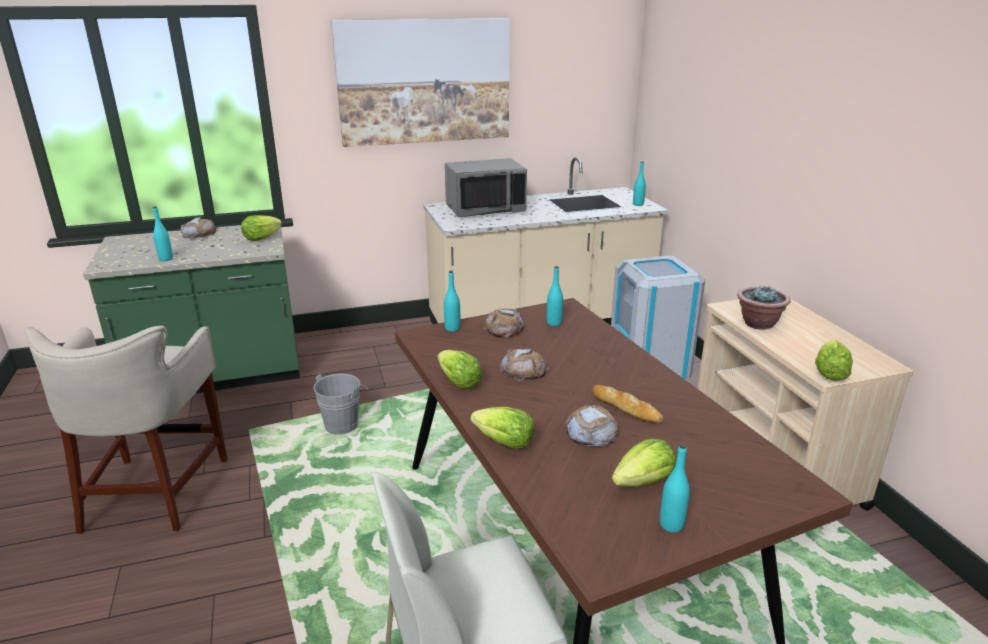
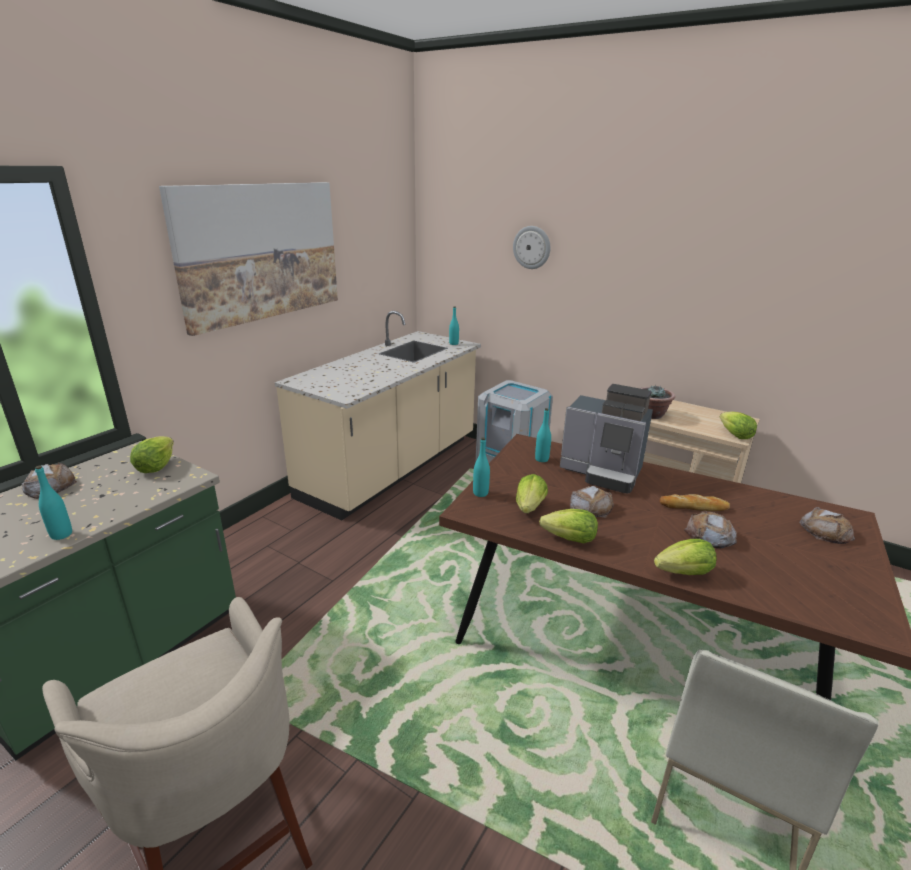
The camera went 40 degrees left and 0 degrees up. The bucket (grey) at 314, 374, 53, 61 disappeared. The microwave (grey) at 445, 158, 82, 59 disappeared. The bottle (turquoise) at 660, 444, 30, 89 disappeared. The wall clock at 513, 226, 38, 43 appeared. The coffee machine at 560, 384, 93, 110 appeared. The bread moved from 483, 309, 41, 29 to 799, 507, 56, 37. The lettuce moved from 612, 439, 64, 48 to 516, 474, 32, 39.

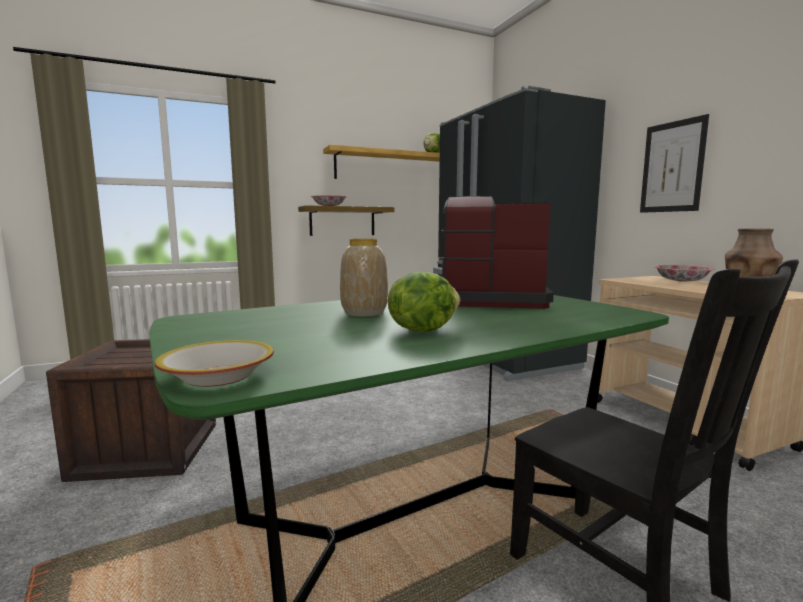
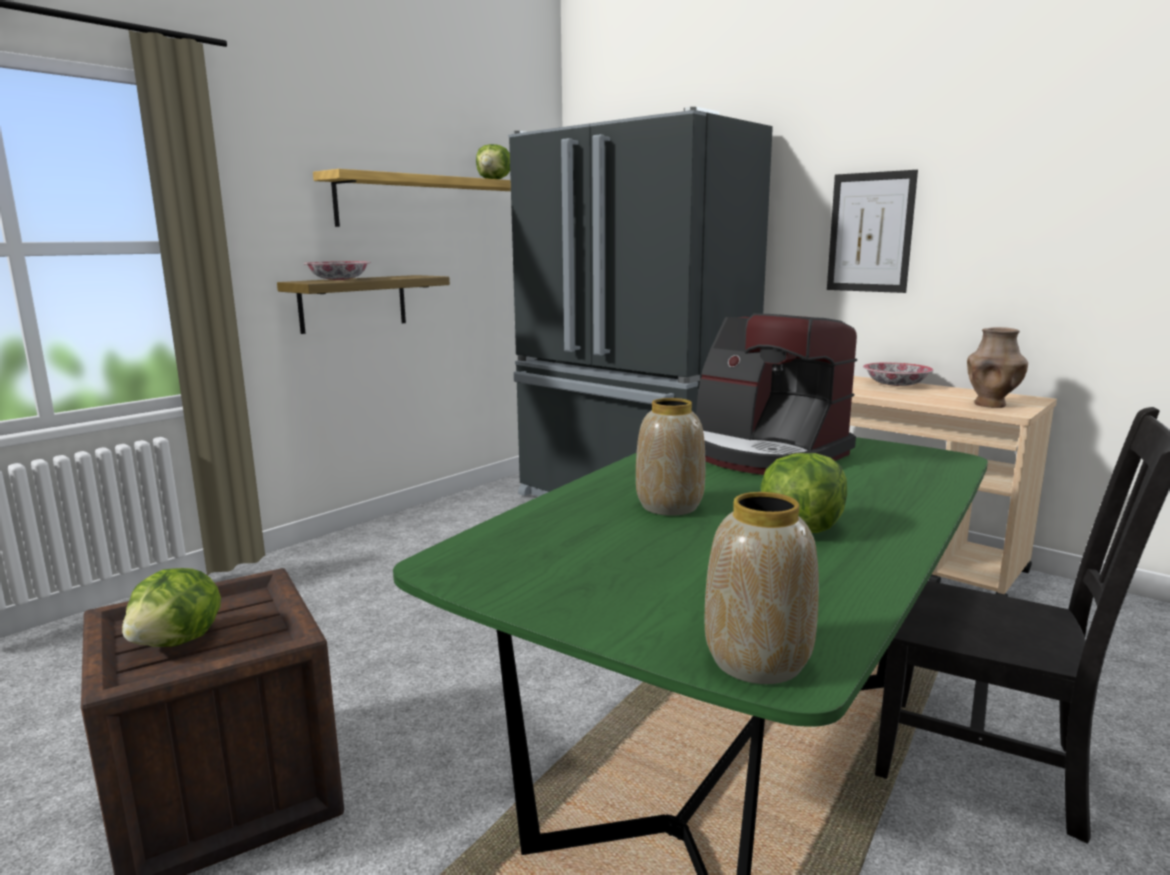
The camera went 25 degrees left and 5 degrees up. The lettuce at 122, 568, 99, 79 appeared. The bowl at 155, 340, 119, 47 was replaced by the vase at 705, 492, 114, 192. The coffee machine at 441, 196, 113, 113 turned 120 degrees counterclockwise.

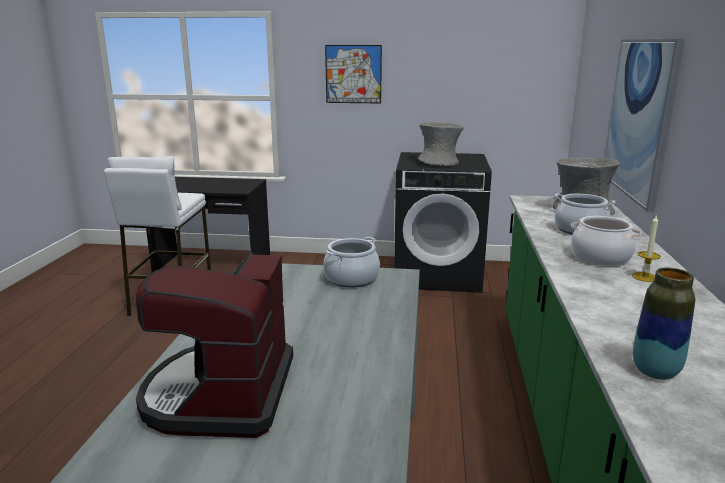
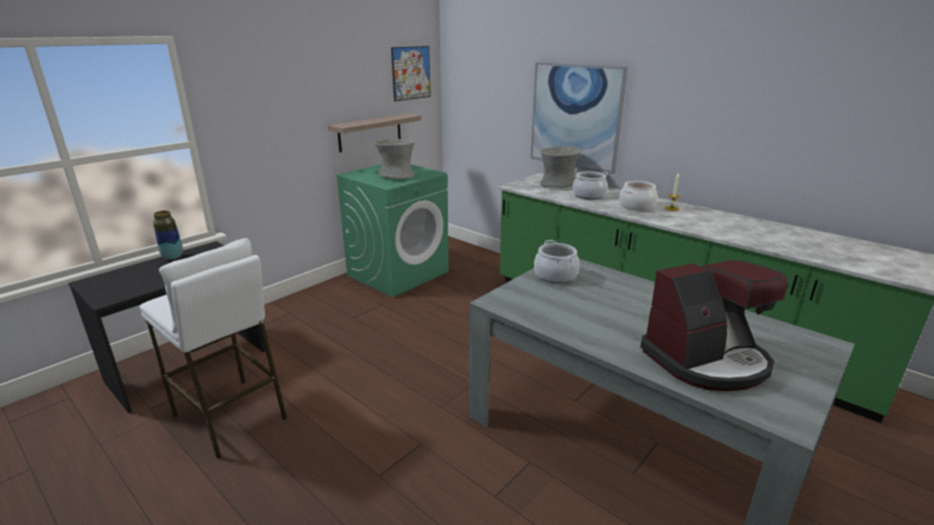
The camera went 55 degrees left and 5 degrees up. The shelf at 328, 114, 93, 38 appeared. The picture moved from 325, 45, 57, 58 to 391, 46, 40, 55. The vase moved from 633, 268, 62, 112 to 153, 211, 30, 49. The washing machine (black) at 394, 152, 98, 141 became the washing machine (green) at 335, 164, 114, 133. The coffee machine at 136, 253, 157, 185 turned 60 degrees counterclockwise.

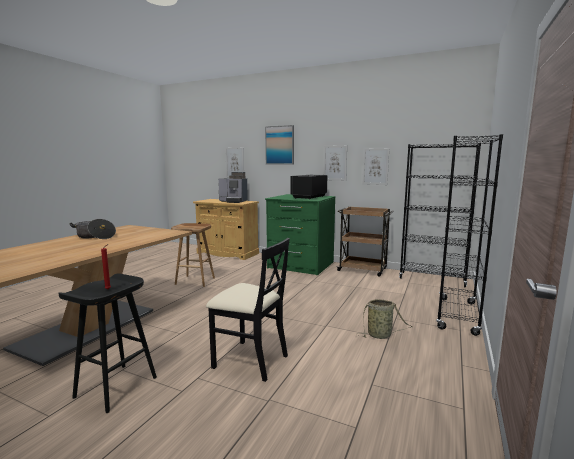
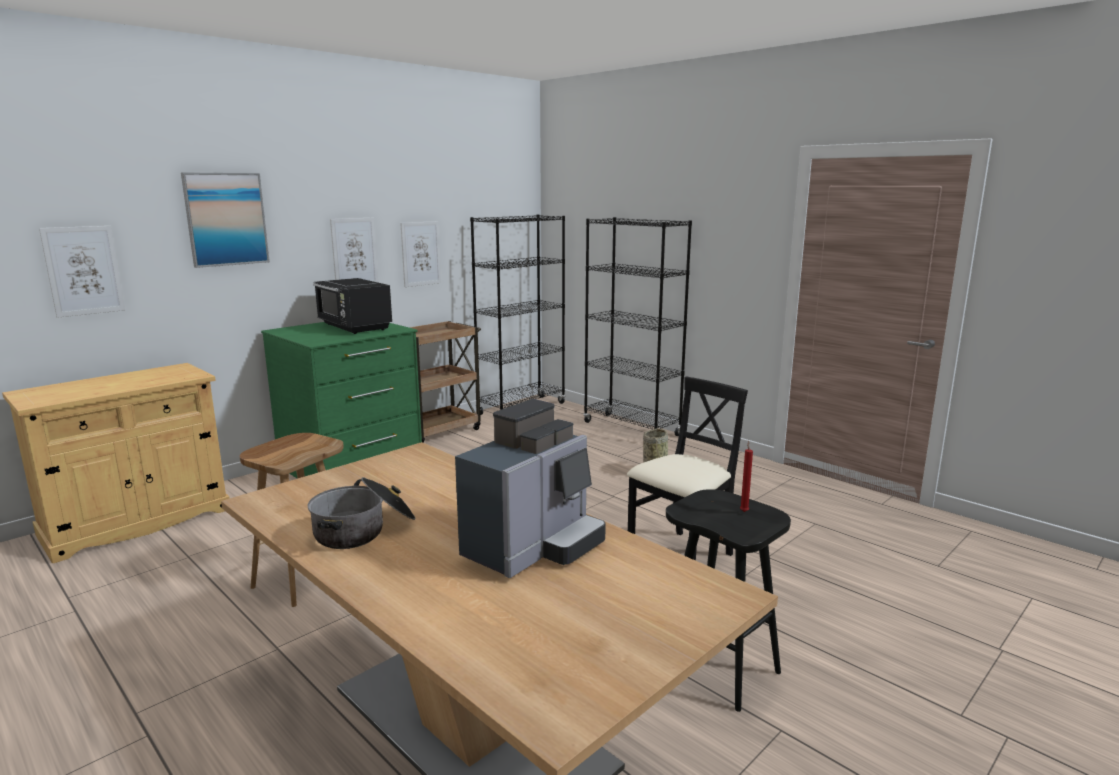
The camera went 70 degrees left and 5 degrees up. The coffee machine moved from 218, 172, 30, 31 to 455, 399, 151, 179.

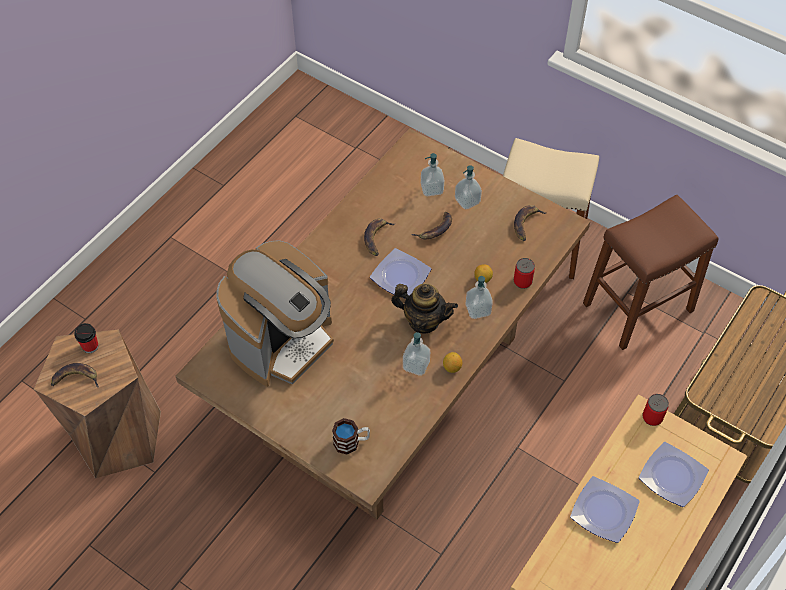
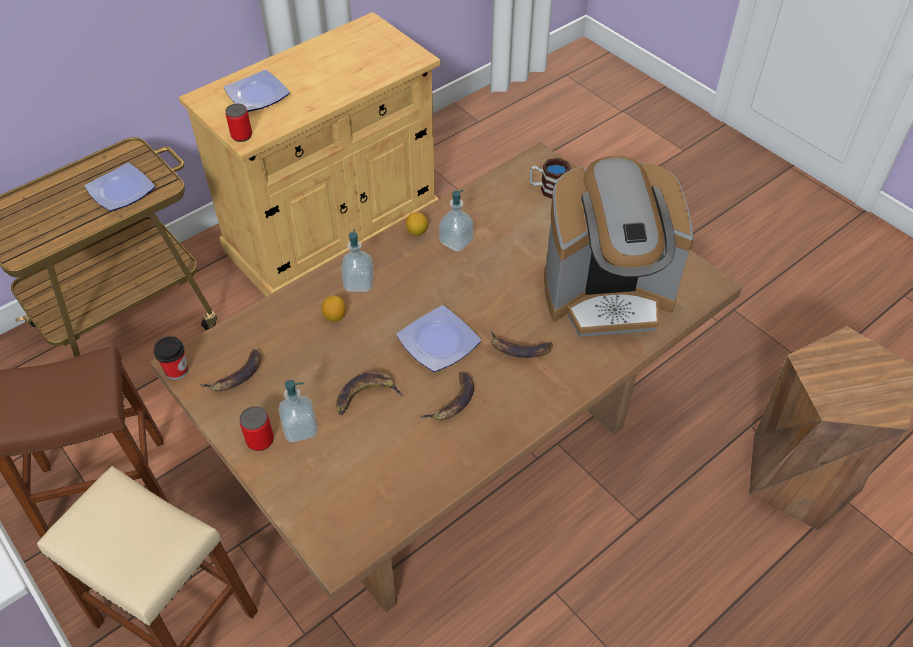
The camera went 165 degrees left and 5 degrees down. The teapot at 391, 284, 67, 49 disappeared. The soap dispenser at 421, 153, 23, 43 disappeared. The banana moved from 51, 363, 48, 25 to 491, 331, 62, 27. The cup moved from 74, 323, 25, 30 to 154, 336, 34, 44. The can moved from 514, 258, 21, 31 to 240, 406, 34, 45. The plate moved from 570, 476, 70, 67 to 85, 163, 70, 48. The coffee machine at 216, 240, 118, 147 turned 150 degrees counterclockwise.

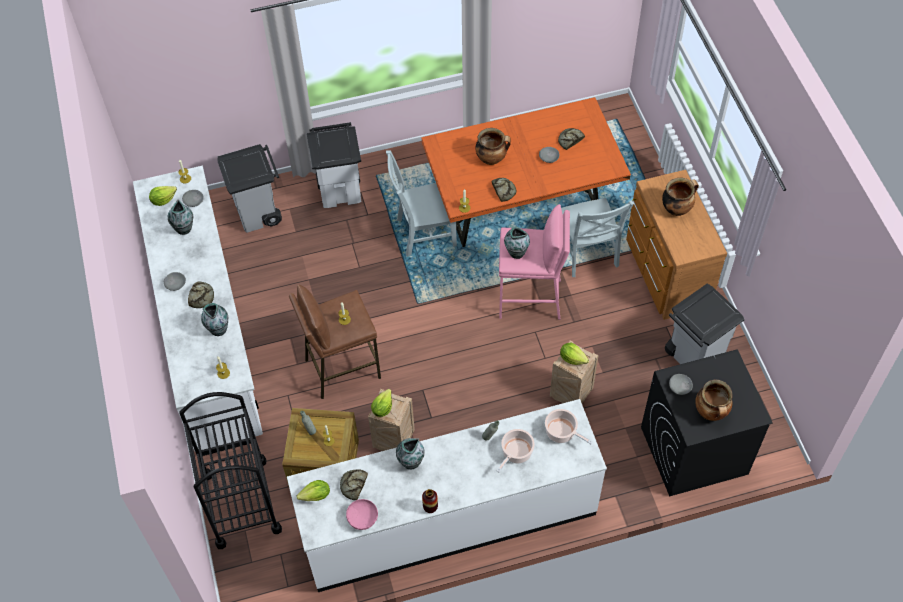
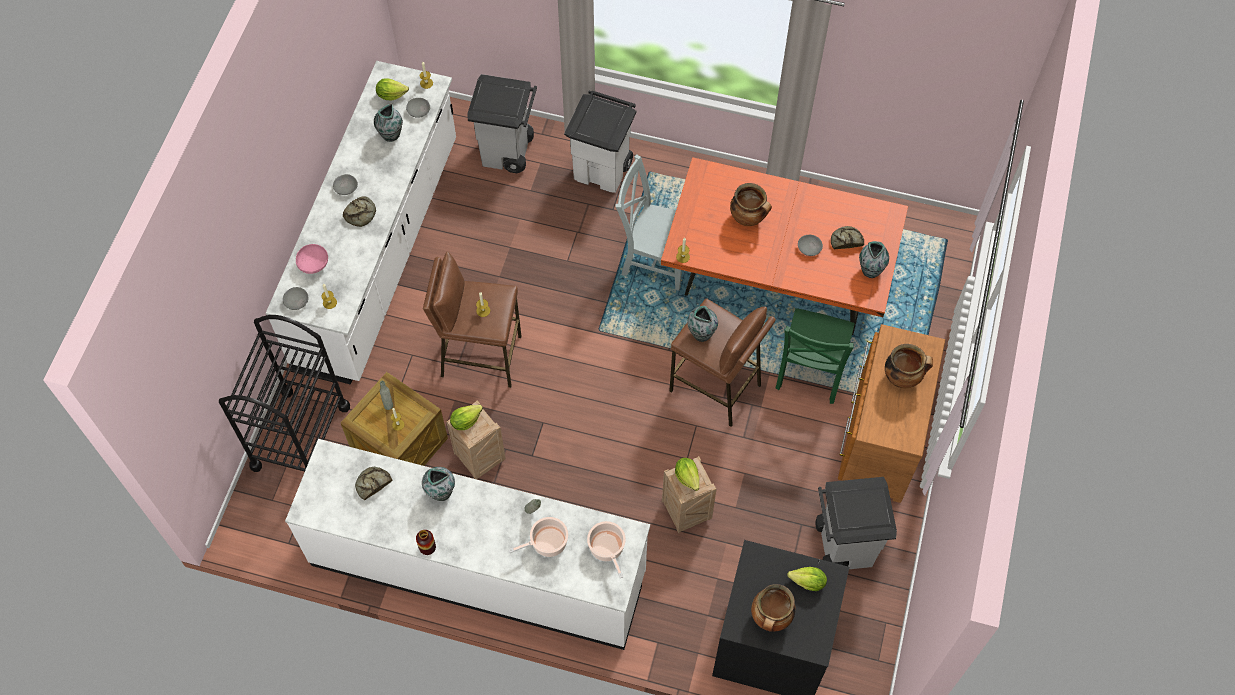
The camera went 30 degrees right and 5 degrees up. The bread at 491, 178, 25, 24 disappeared. The vase moved from 201, 303, 27, 33 to 859, 241, 30, 37. The lettuce moved from 296, 480, 34, 21 to 787, 567, 40, 24. The bowl (pink) moved from 346, 499, 32, 31 to 296, 244, 32, 30. The bowl (grey) moved from 669, 374, 24, 21 to 283, 287, 25, 23. The stool (pink) at 499, 204, 71, 116 became the stool (brown) at 669, 298, 107, 129. The chair (grey) at 561, 198, 73, 79 became the chair (green) at 775, 308, 80, 96.

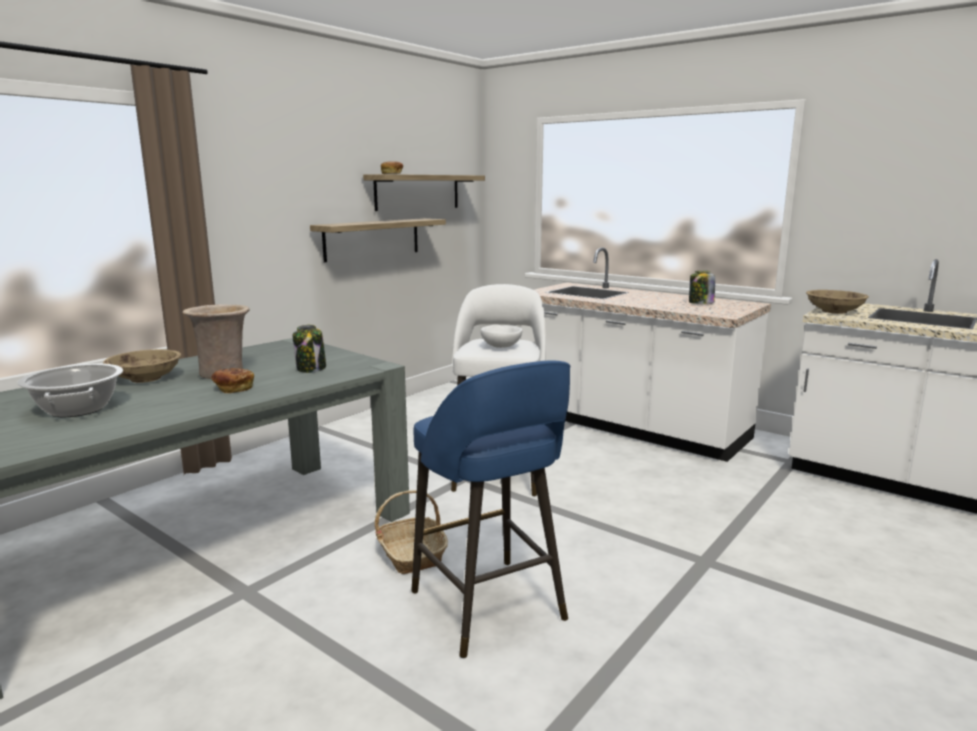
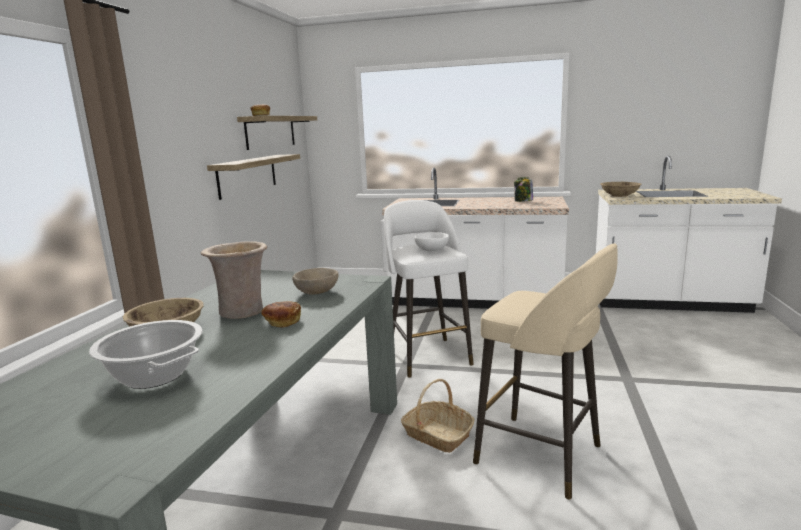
The camera went 25 degrees left and 0 degrees up. The jar at 293, 325, 33, 48 was replaced by the bowl (beige) at 292, 268, 46, 27. The stool (blue) at 411, 360, 159, 298 became the stool (beige) at 473, 243, 145, 257.

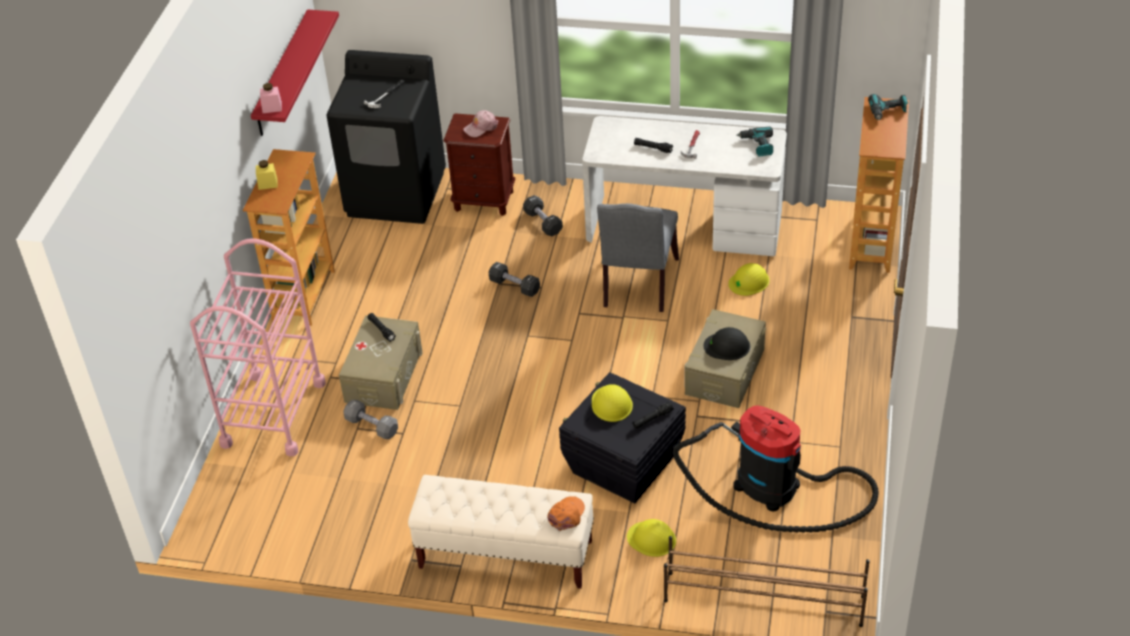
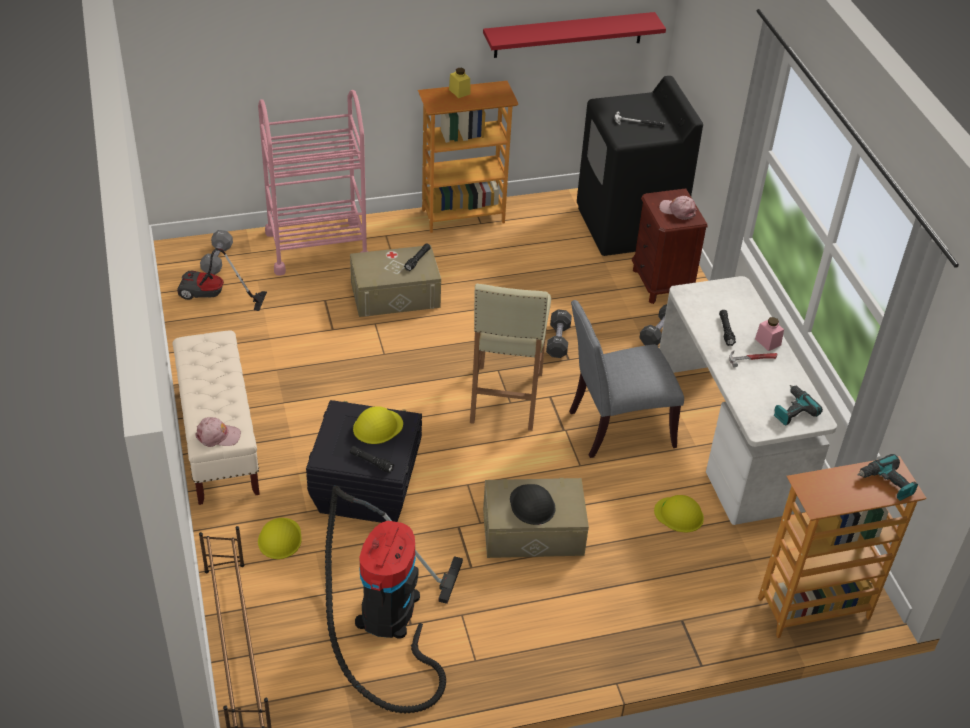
The camera went 60 degrees right and 0 degrees up. The vacuum cleaner at 177, 248, 90, 63 appeared. The stool (beige) at 470, 284, 81, 147 appeared. The jar (pink) moved from 260, 83, 22, 30 to 755, 317, 29, 34. The dumbbell (grey) moved from 344, 400, 54, 39 to 200, 230, 33, 45. The cap (orange) at 547, 496, 38, 35 became the cap (pink) at 195, 417, 46, 30.

